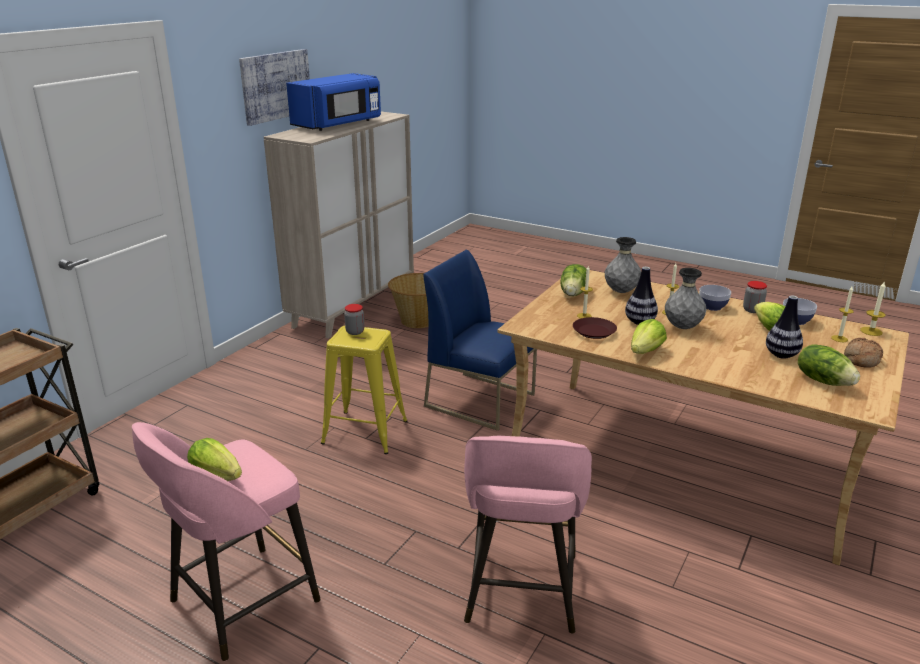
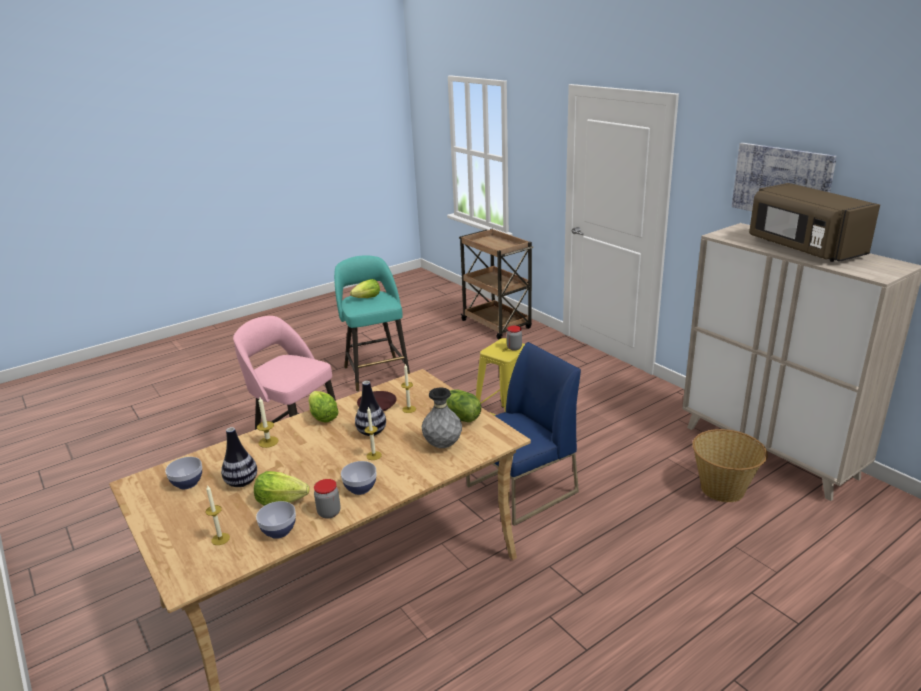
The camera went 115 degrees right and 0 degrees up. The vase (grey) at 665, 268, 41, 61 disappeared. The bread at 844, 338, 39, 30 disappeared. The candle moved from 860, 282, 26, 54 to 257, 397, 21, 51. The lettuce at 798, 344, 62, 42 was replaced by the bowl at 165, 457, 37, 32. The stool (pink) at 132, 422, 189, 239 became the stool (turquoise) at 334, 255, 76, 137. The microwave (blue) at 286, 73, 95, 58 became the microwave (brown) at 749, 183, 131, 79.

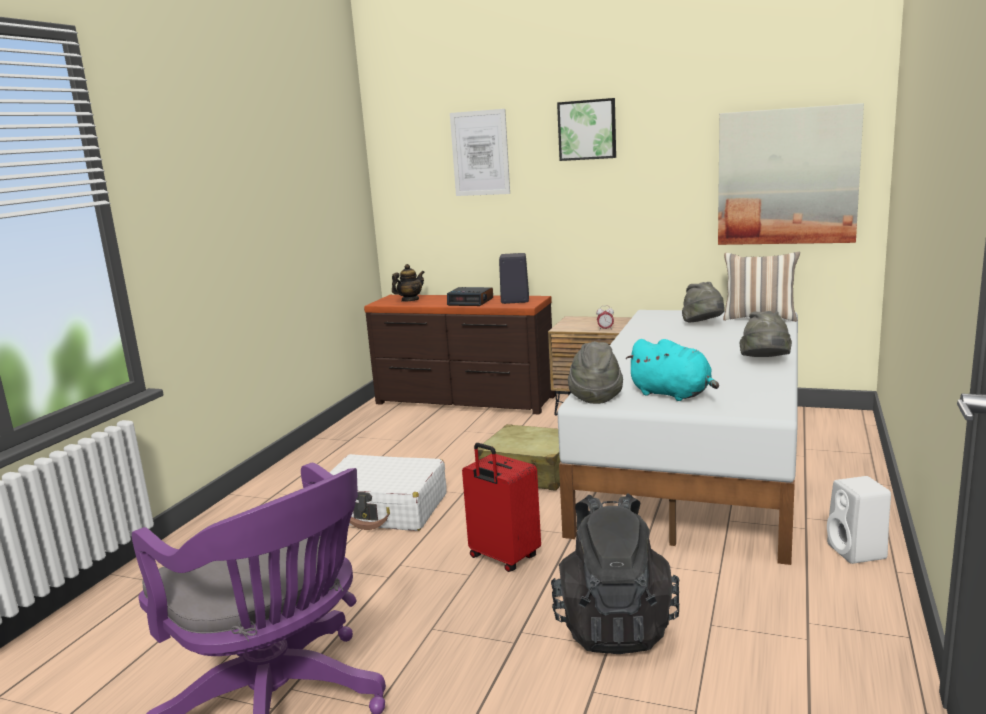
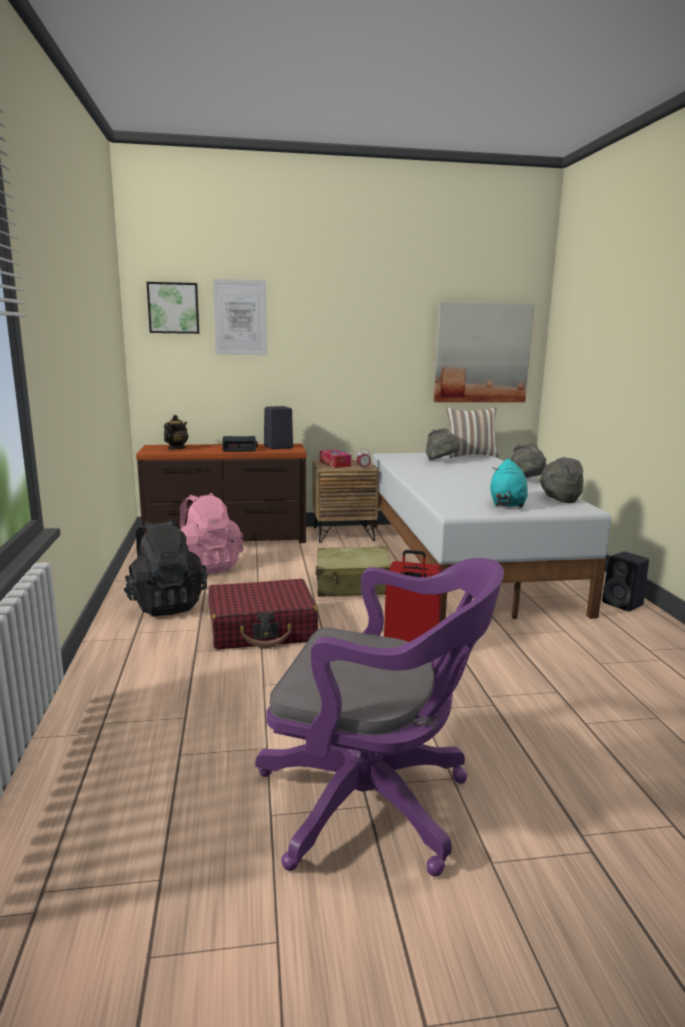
The camera went 30 degrees left and 0 degrees up. The backpack (pink) at 180, 493, 63, 81 appeared. The tissue box at 320, 449, 31, 19 appeared. The backpack (black) moved from 551, 493, 128, 161 to 123, 519, 84, 97. The picture moved from 557, 98, 59, 63 to 146, 282, 53, 52. The hat (grey) moved from 568, 341, 55, 63 to 540, 457, 44, 46. The suitcase (white) at 329, 454, 118, 77 became the suitcase (red) at 209, 579, 109, 71. The speaker (white) at 827, 476, 64, 88 became the speaker (black) at 602, 552, 47, 59. The plush toy (turquoise) at 625, 339, 94, 62 turned 90 degrees clockwise.

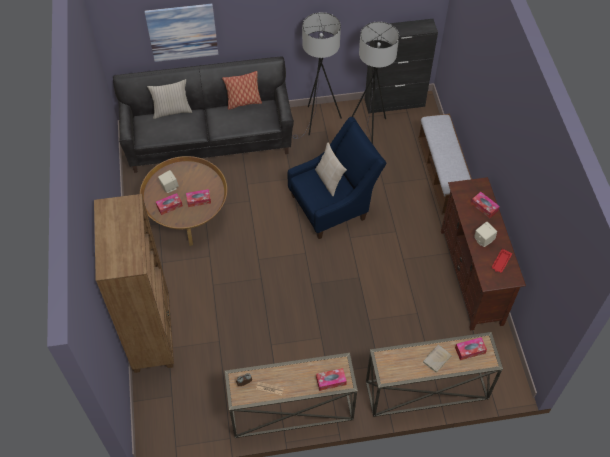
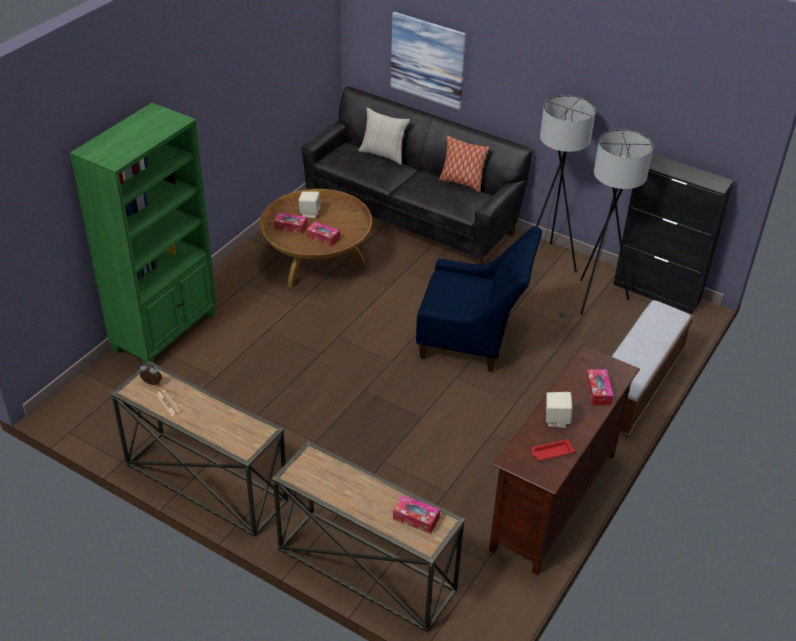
The camera went 40 degrees right and 15 degrees down. The pillow (beige) at 315, 143, 32, 53 disappeared. The tissue box at 316, 368, 31, 23 disappeared. The book (beige) at 423, 345, 29, 28 disappeared. The bookcase (brown) at 94, 194, 80, 179 became the bookcase (green) at 70, 103, 147, 261.

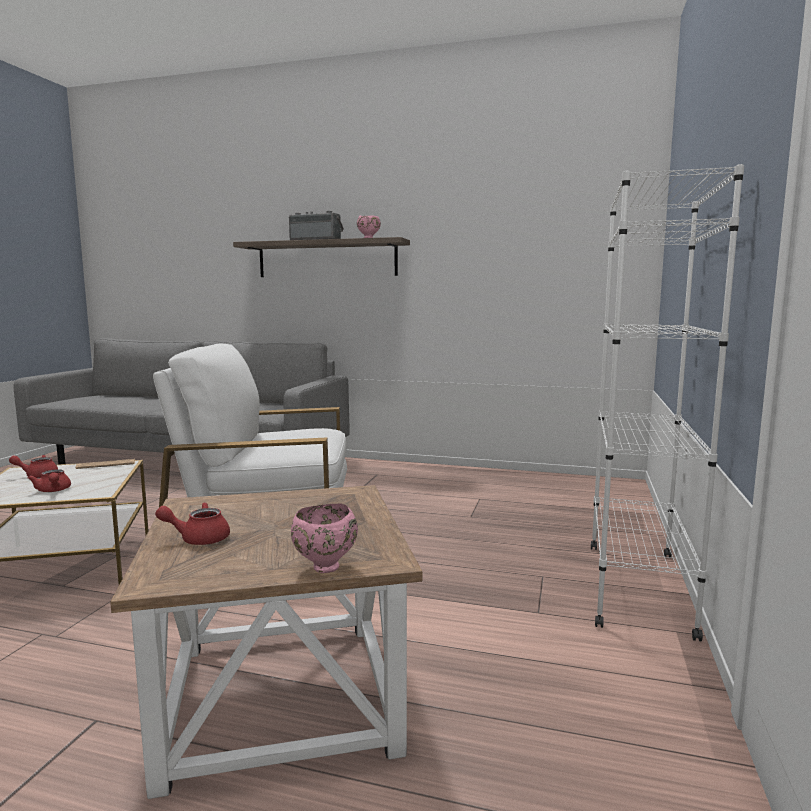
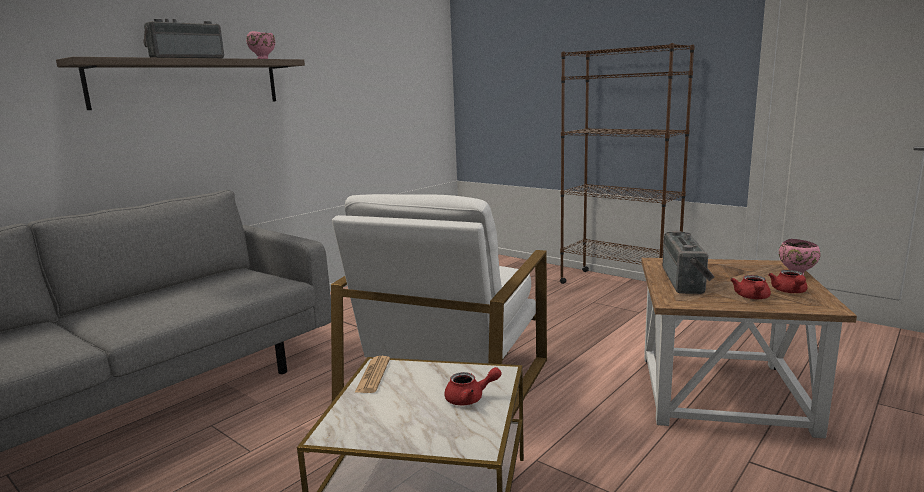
The camera went 65 degrees left and 5 degrees up. The radio at 663, 231, 51, 63 appeared. The teapot (red) moved from 9, 455, 49, 23 to 768, 270, 40, 23. The bookcase (white) at 591, 164, 153, 477 became the bookcase (brown) at 560, 43, 135, 241.

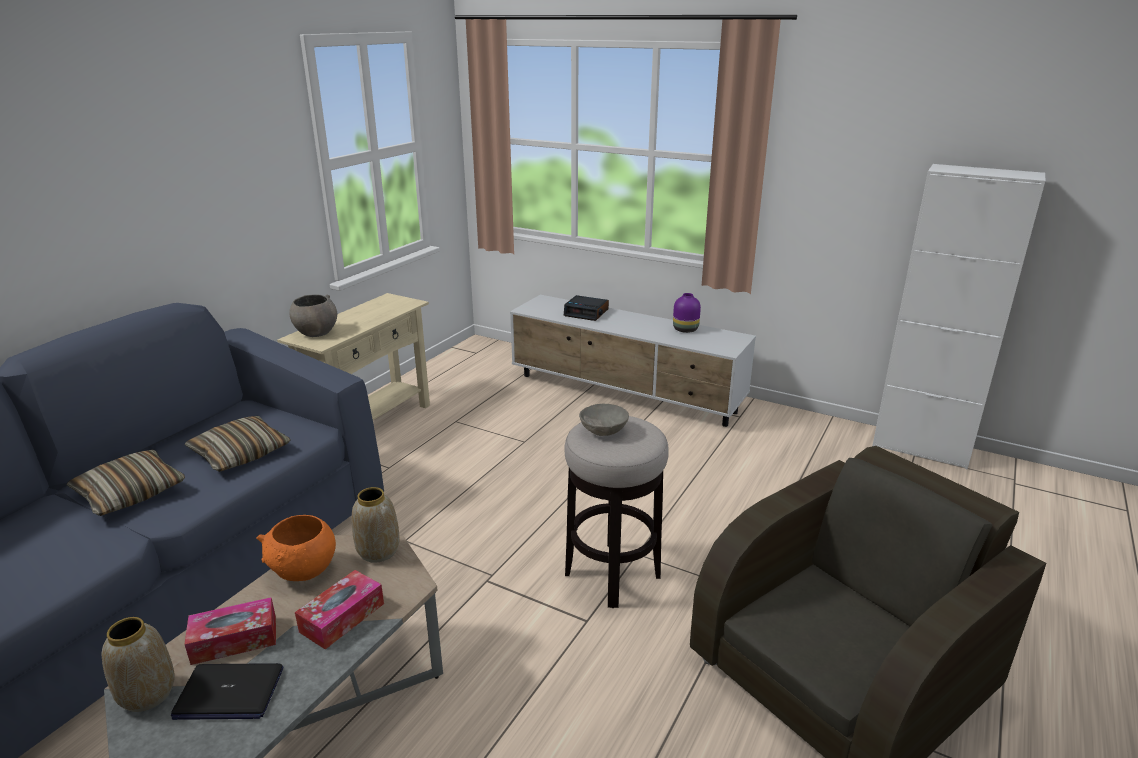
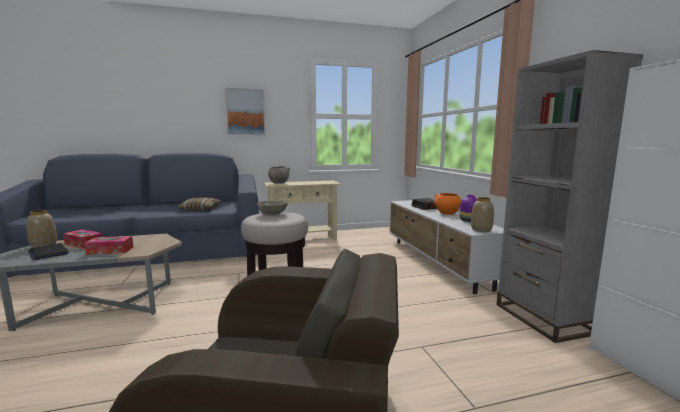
The camera went 45 degrees right and 15 degrees down. The pillow at 67, 449, 118, 67 disappeared. The picture at 225, 88, 40, 47 appeared. The bookcase (grey) at 497, 50, 146, 293 appeared. The bowl (orange) moved from 256, 515, 80, 66 to 434, 193, 27, 22. The vase moved from 352, 487, 48, 76 to 471, 197, 23, 35.

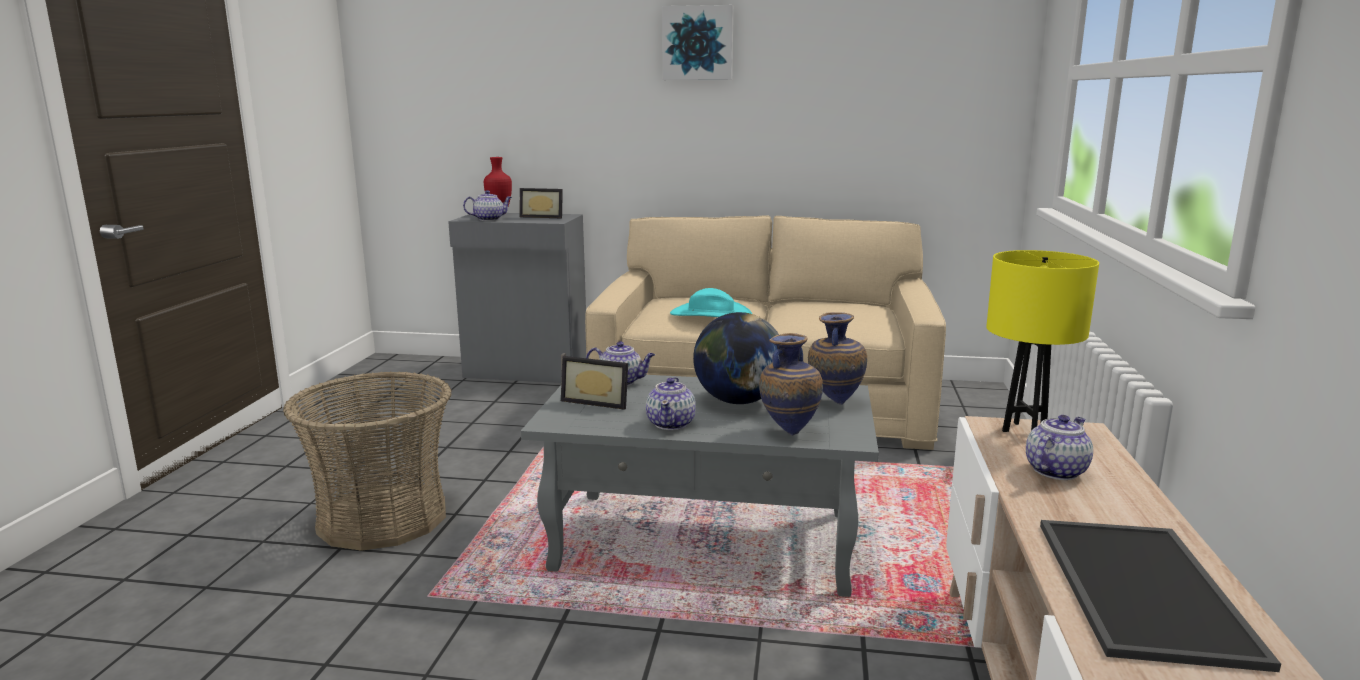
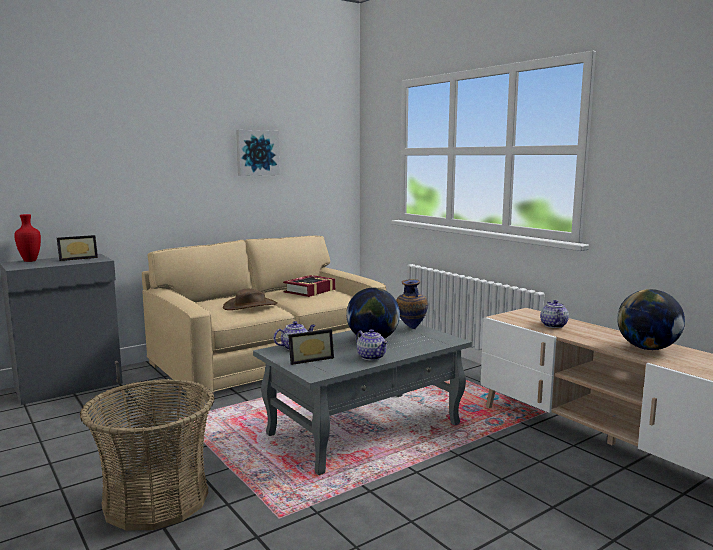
The camera went 45 degrees left and 5 degrees down. The teapot at 463, 190, 49, 31 disappeared. The vase at 759, 333, 64, 103 disappeared. The table lamp (yellow) at 986, 250, 113, 182 disappeared. The book at 283, 275, 53, 22 appeared. The picture moved from 662, 5, 71, 75 to 236, 130, 44, 46. The tray at 1040, 520, 241, 152 was replaced by the globe at 617, 289, 68, 61. The hat (turquoise) at 670, 288, 82, 29 became the hat (brown) at 223, 289, 55, 21.

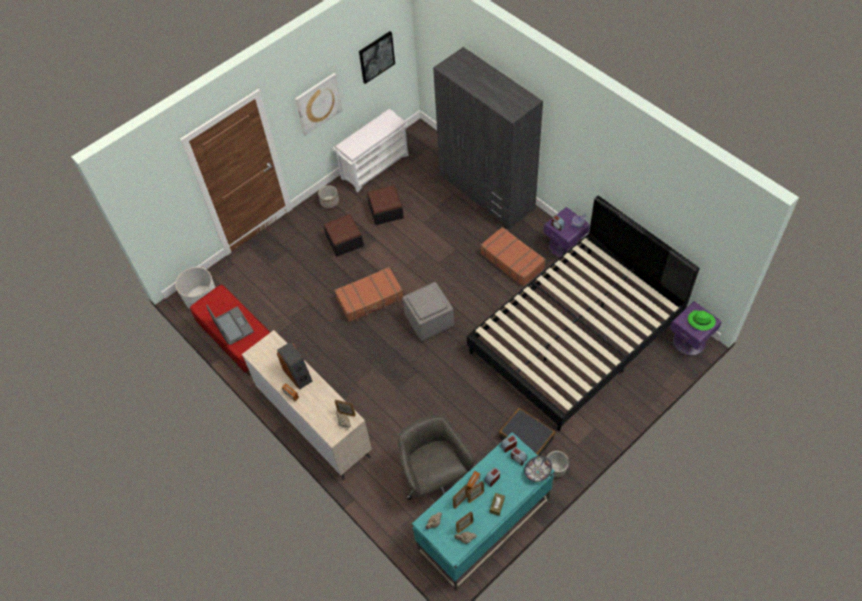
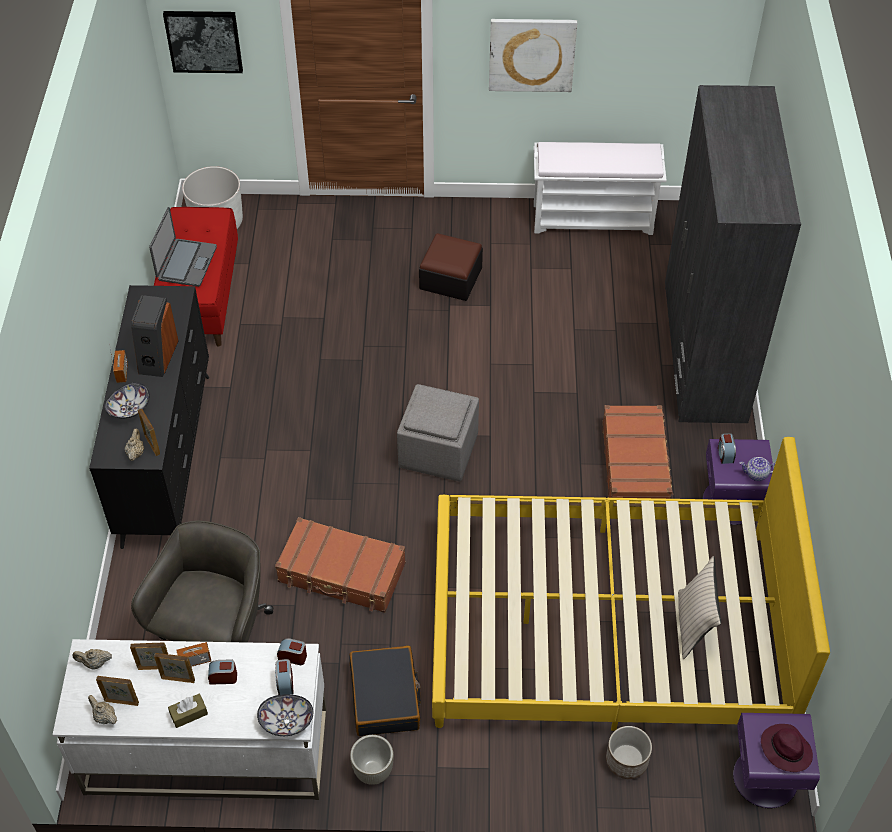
The camera went 40 degrees right and 5 degrees down. The ottoman at 367, 185, 37, 40 disappeared. The bowl at 104, 383, 46, 36 appeared. The pillow (beige) at 678, 556, 43, 103 appeared. The planter moved from 318, 185, 21, 24 to 606, 726, 46, 53. The suitcase (brown) moved from 335, 267, 68, 55 to 275, 517, 131, 96. The picture moved from 359, 31, 36, 53 to 163, 11, 80, 62. The dresser (beige) at 242, 330, 130, 150 became the dresser (black) at 89, 285, 120, 264. The desk (turquoise) at 412, 432, 143, 158 became the desk (white) at 52, 639, 274, 161. The bed (black) at 467, 195, 233, 236 became the bed (yellow) at 432, 437, 398, 294. The hat (green) at 688, 310, 28, 21 became the hat (purple) at 761, 724, 52, 48.

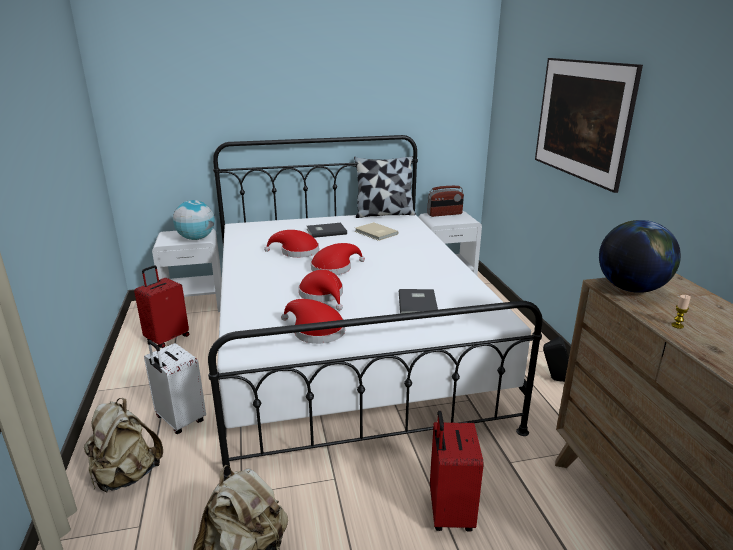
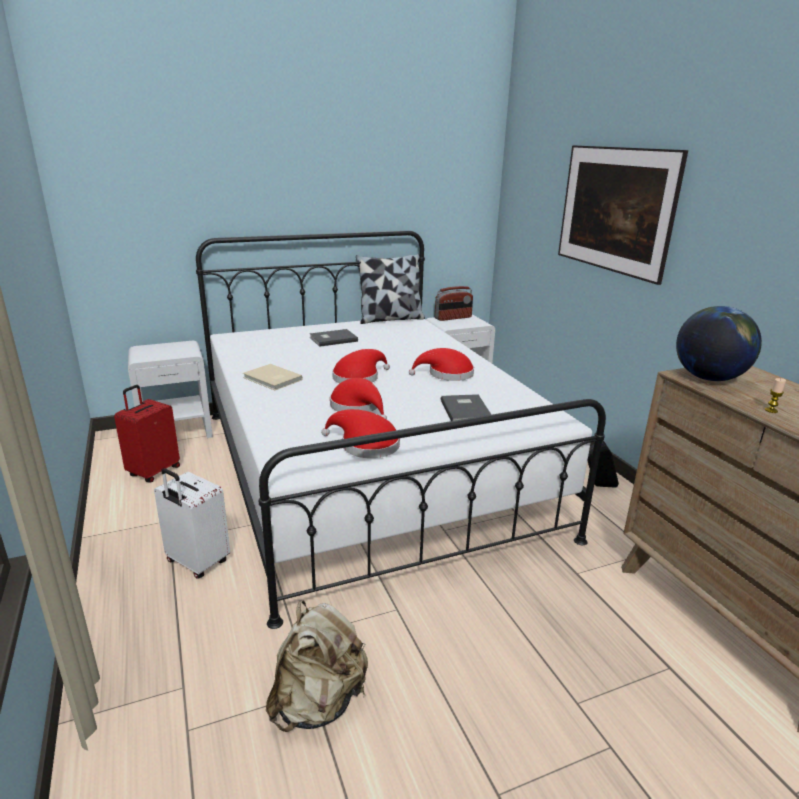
The camera went 10 degrees left and 0 degrees up. The backpack (beige) at 84, 398, 79, 95 disappeared. The globe at 173, 200, 42, 40 disappeared. The suitcase (red) at 430, 411, 54, 120 disappeared. The hat (red) moved from 264, 230, 55, 28 to 409, 348, 65, 33. The book (beige) moved from 355, 222, 43, 19 to 243, 364, 60, 26.

